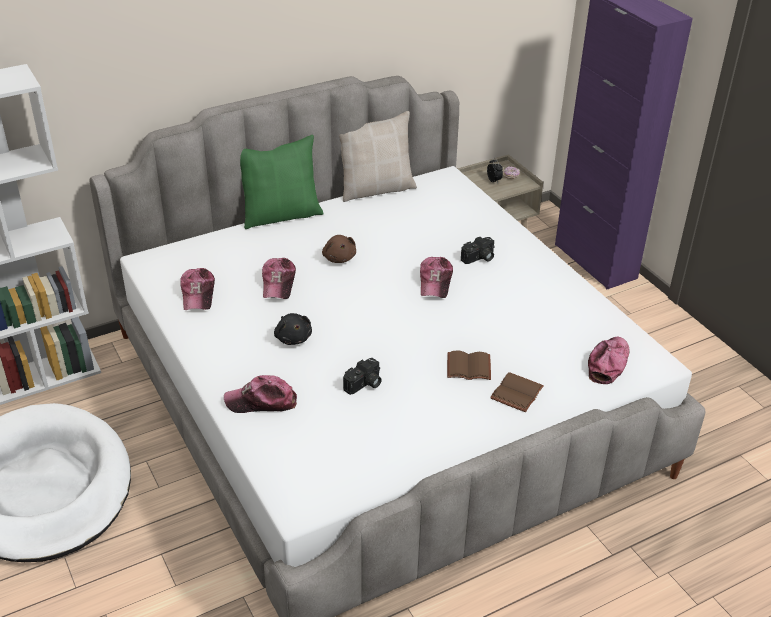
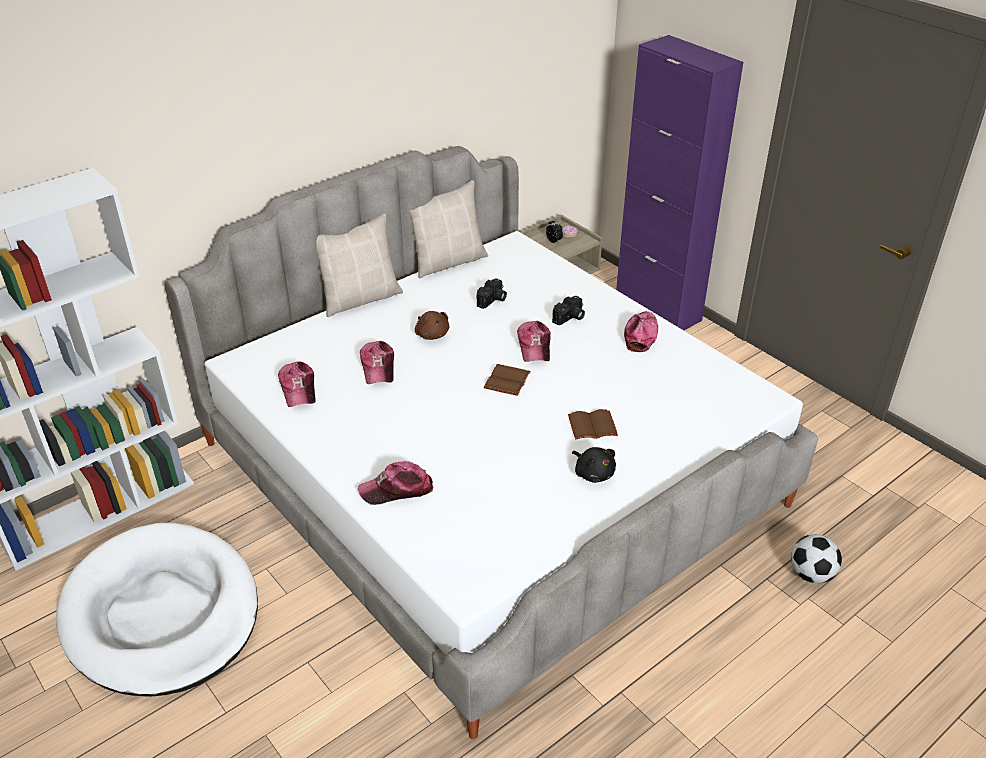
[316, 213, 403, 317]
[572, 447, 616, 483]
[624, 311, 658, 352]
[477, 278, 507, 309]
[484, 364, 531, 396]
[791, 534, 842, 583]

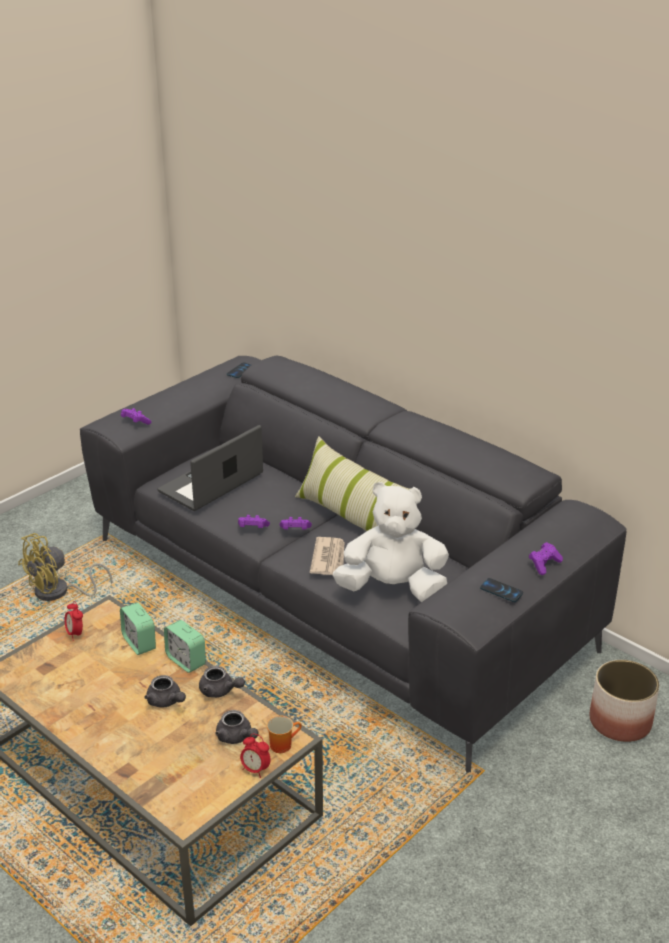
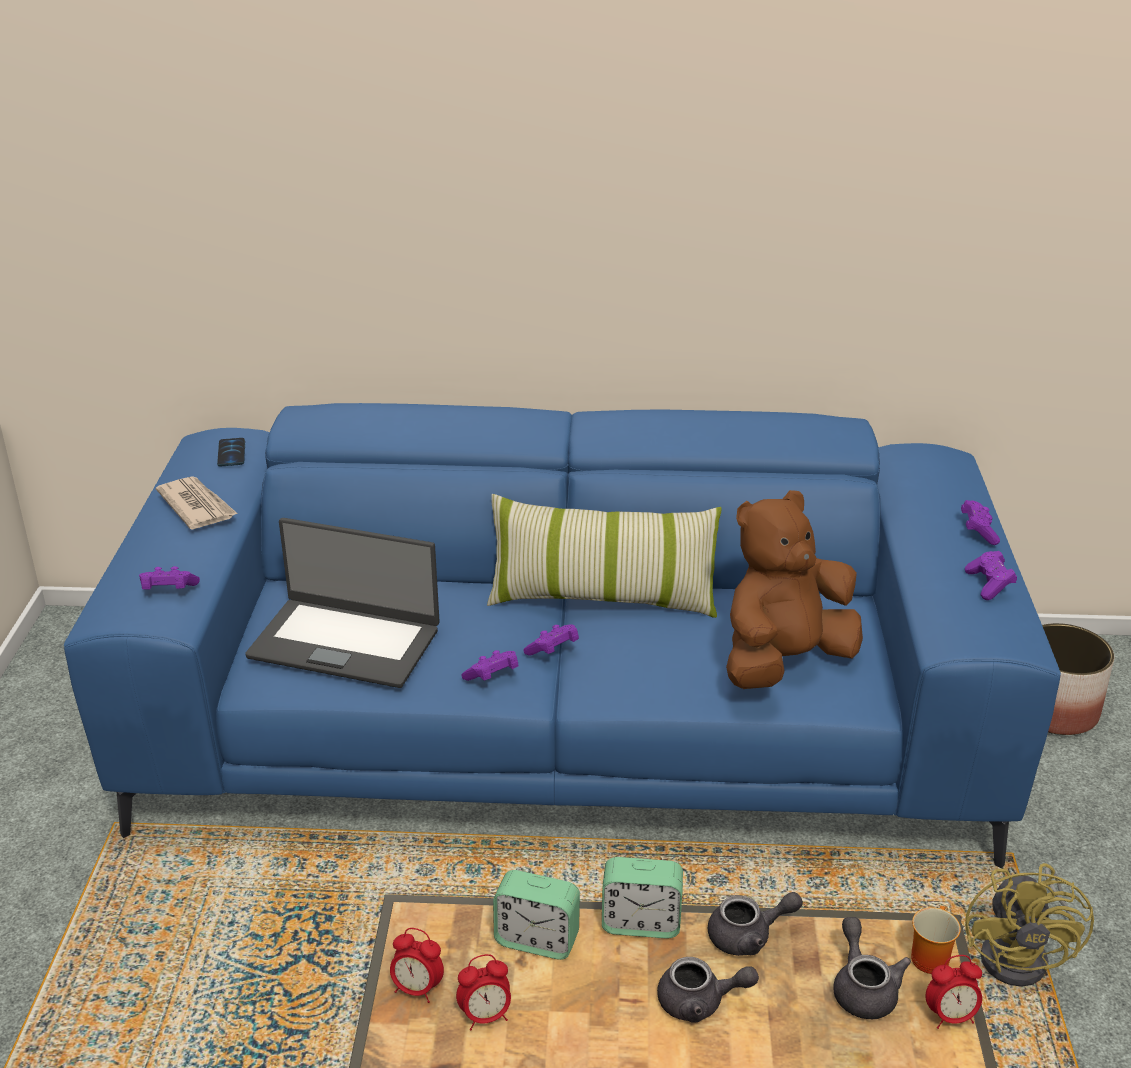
[64, 403, 1061, 868]
[245, 518, 440, 688]
[726, 490, 863, 689]
[965, 863, 1094, 987]
[156, 476, 238, 530]
[965, 551, 1017, 600]
[834, 917, 911, 1019]
[456, 954, 511, 1030]

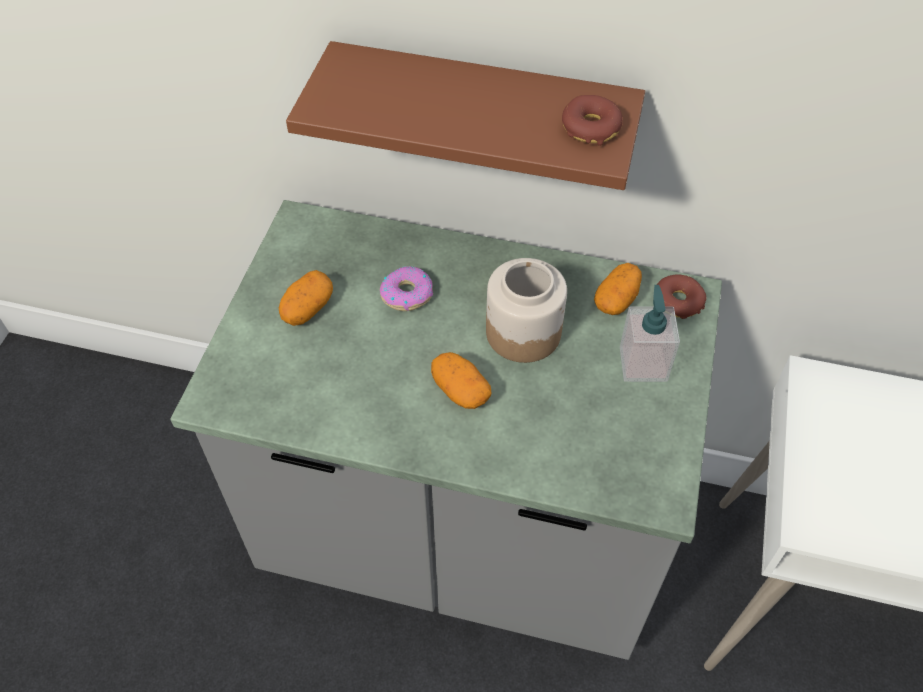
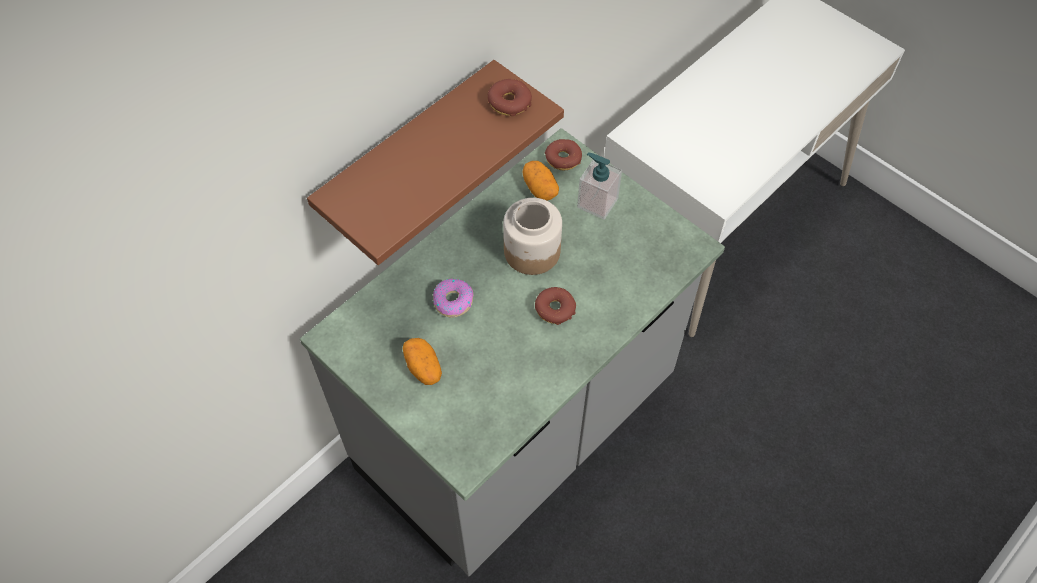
[535, 287, 576, 325]

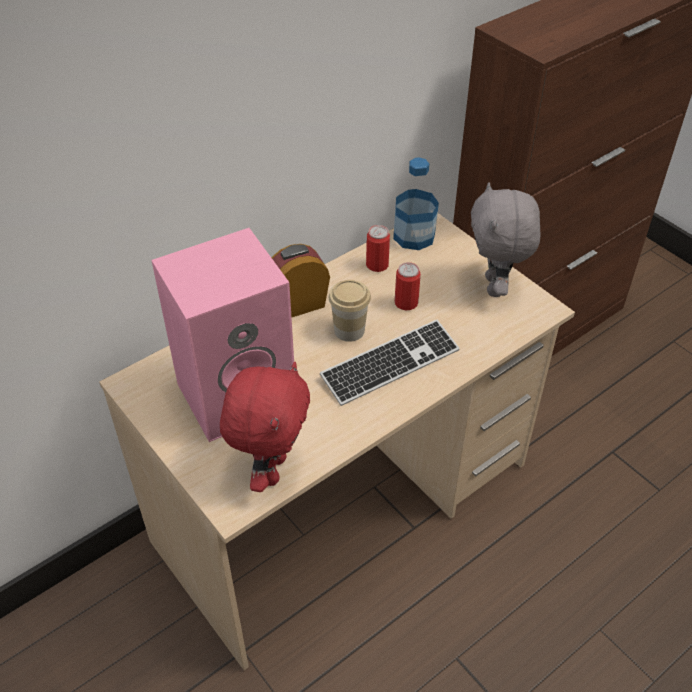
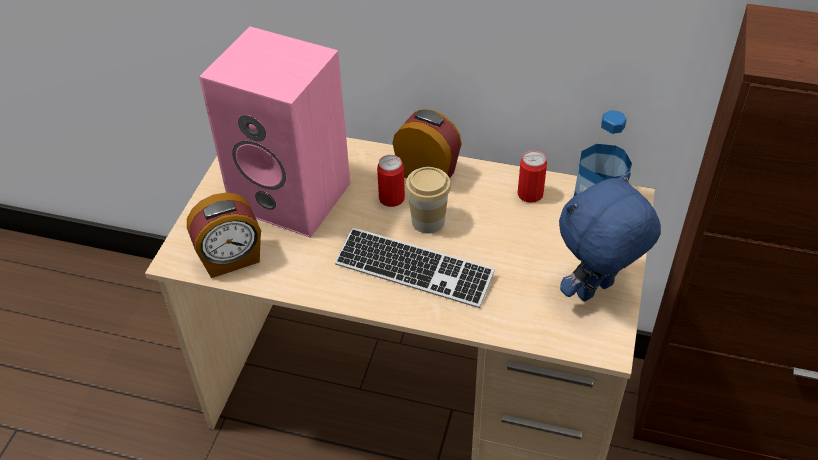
[559, 172, 661, 301]
[377, 155, 405, 207]
[187, 192, 261, 278]

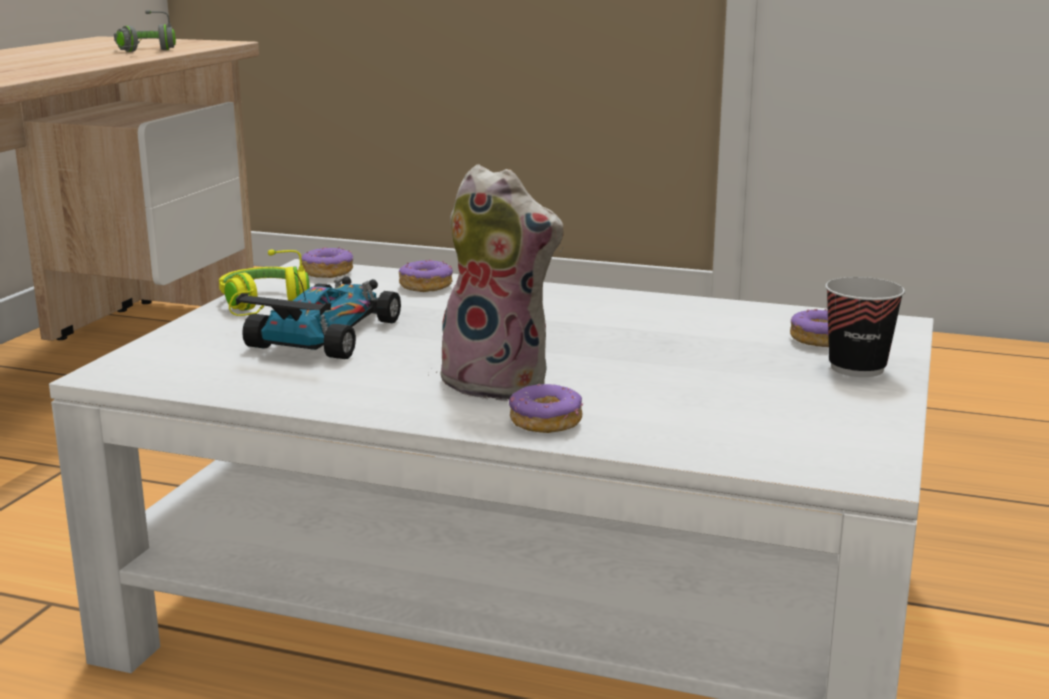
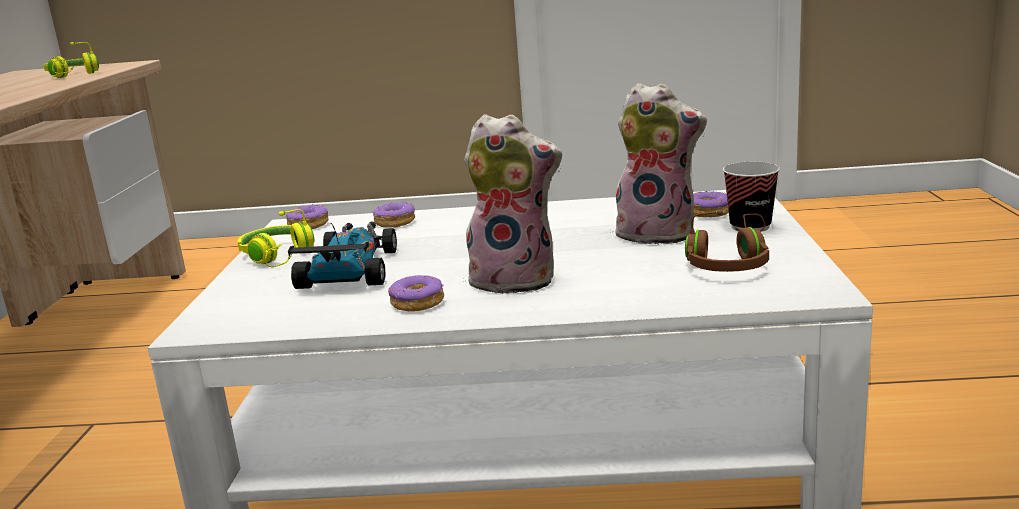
[43, 42, 99, 78]
[388, 275, 444, 311]
[612, 83, 707, 245]
[685, 210, 769, 272]

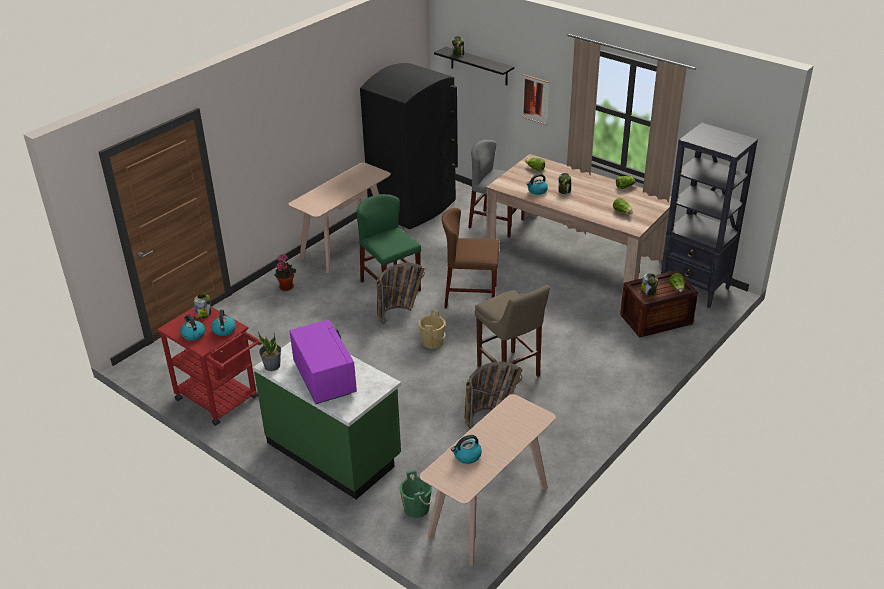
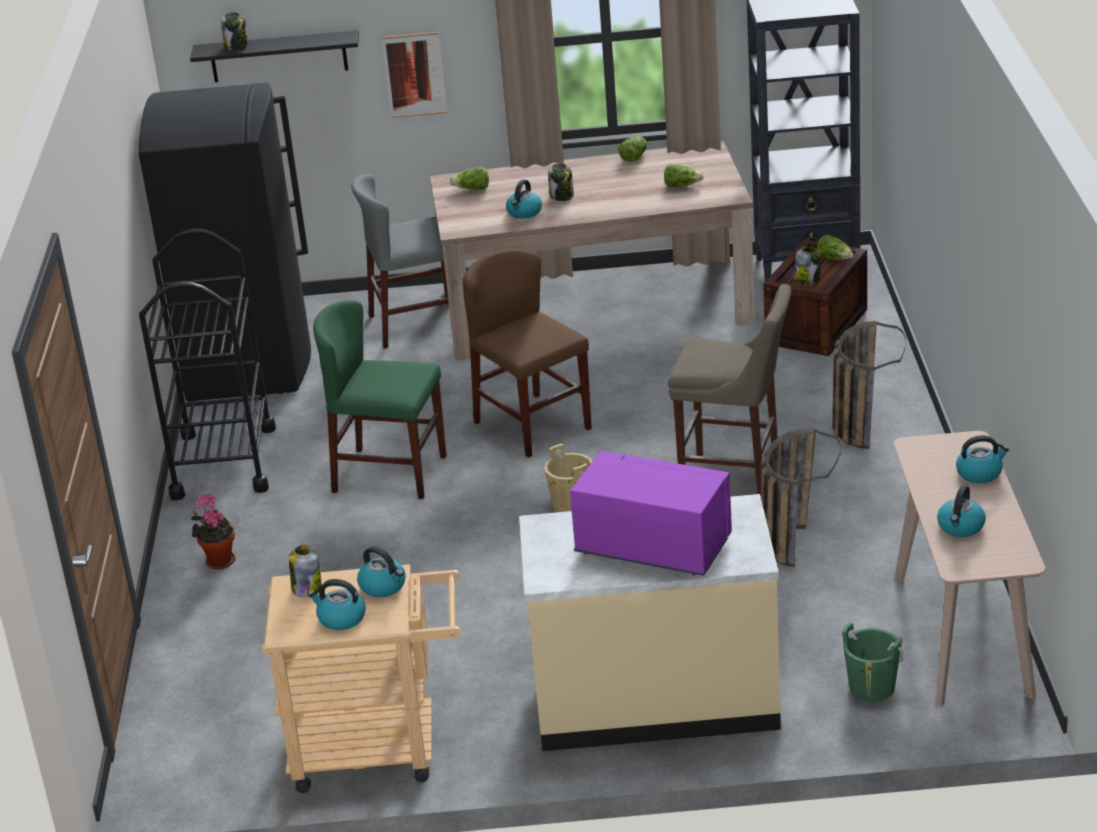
[139, 228, 276, 500]
[463, 249, 592, 458]
[832, 321, 906, 449]
[262, 564, 461, 793]
[258, 332, 281, 371] (first image)
[519, 494, 781, 751]
[956, 435, 1009, 483]

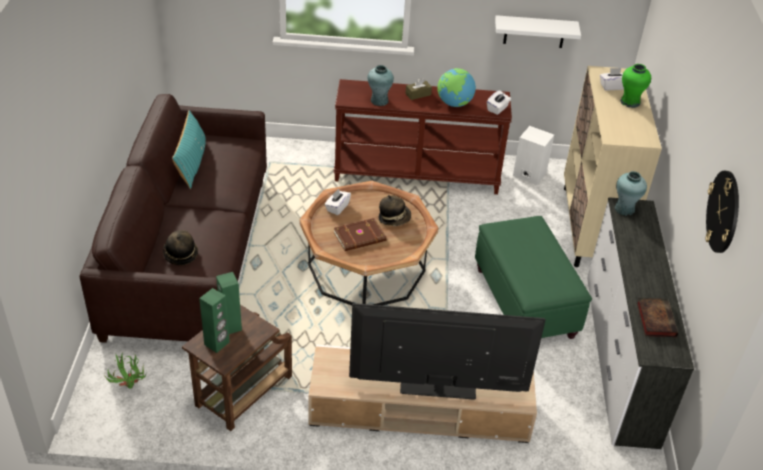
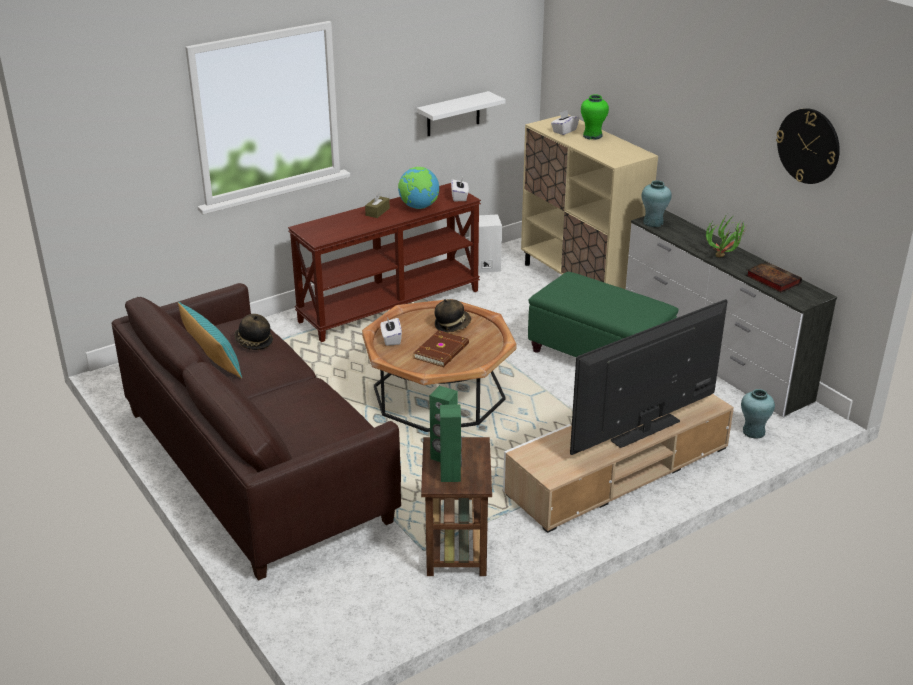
[741, 389, 775, 439]
[234, 314, 273, 350]
[706, 213, 746, 257]

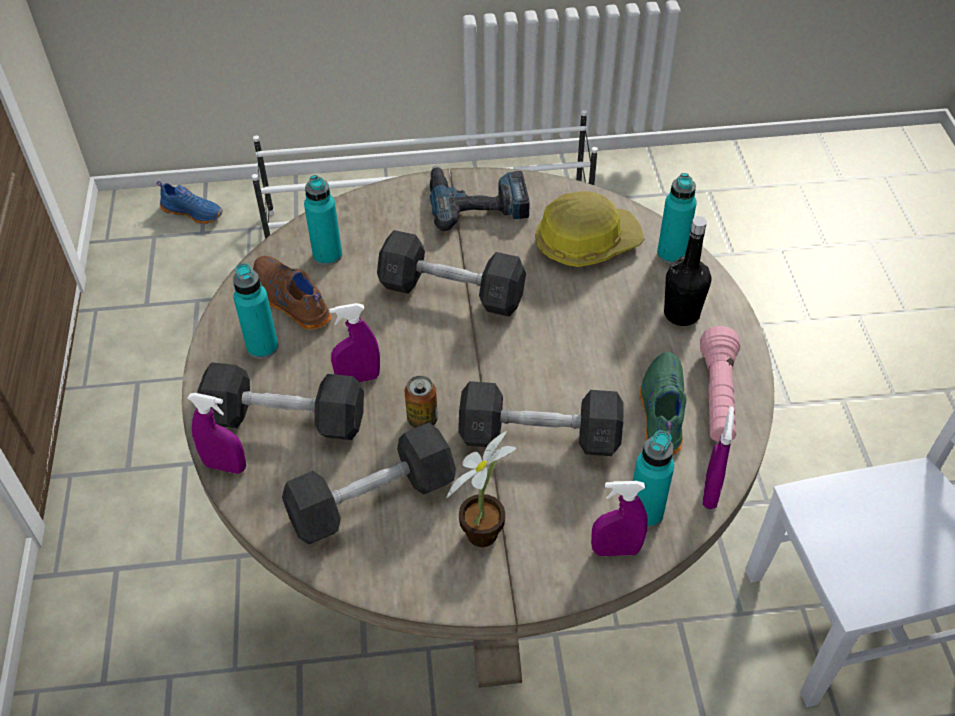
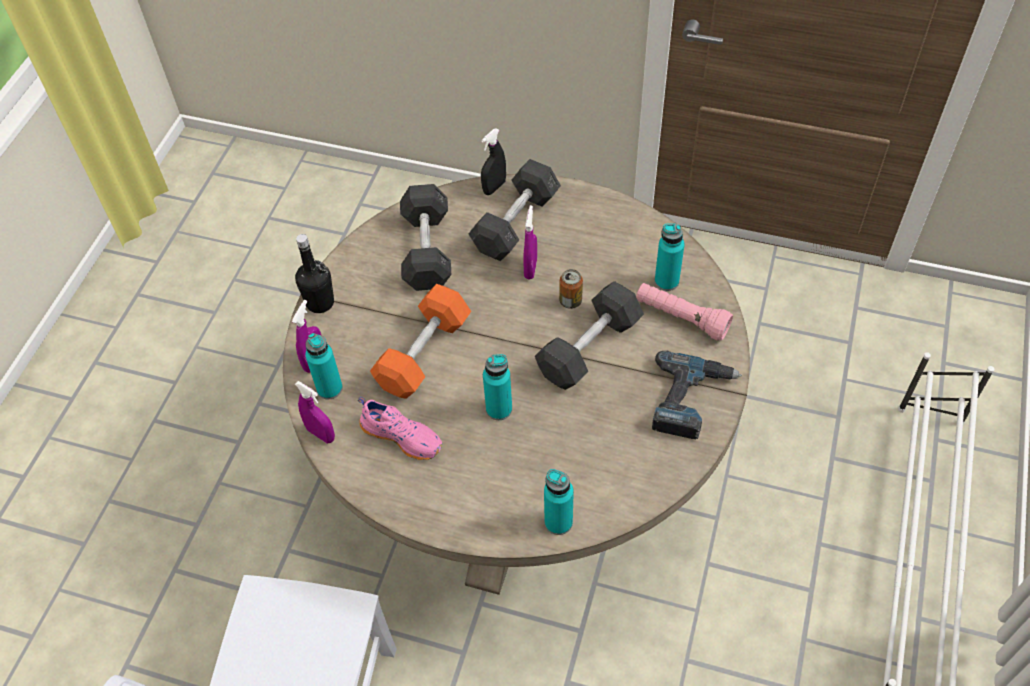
[156, 181, 223, 224] (first image)
[535, 191, 645, 267] (first image)
[295, 234, 334, 313]
[253, 256, 332, 330] (first image)
[483, 354, 512, 420]
[636, 283, 733, 341]
[358, 397, 442, 460]
[559, 269, 583, 309]
[370, 284, 471, 399]
[481, 128, 506, 195]
[446, 431, 516, 547] (first image)

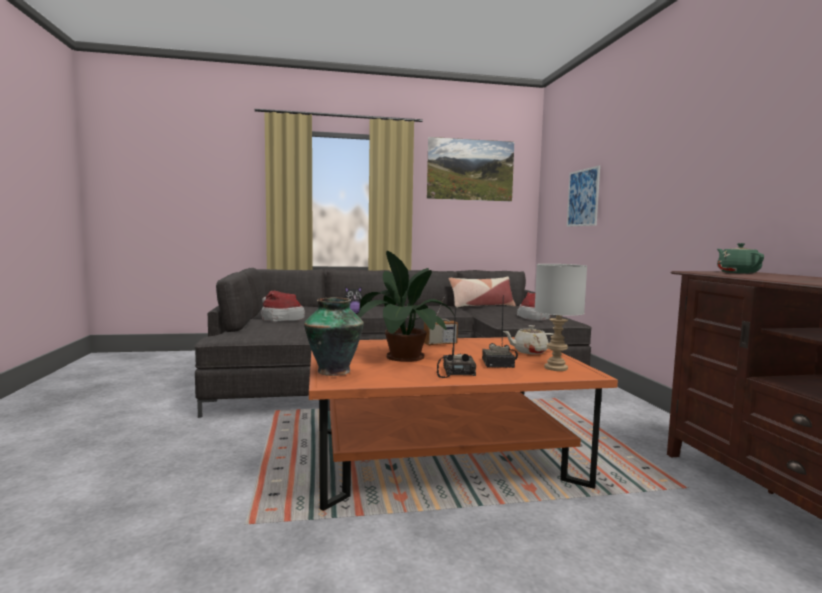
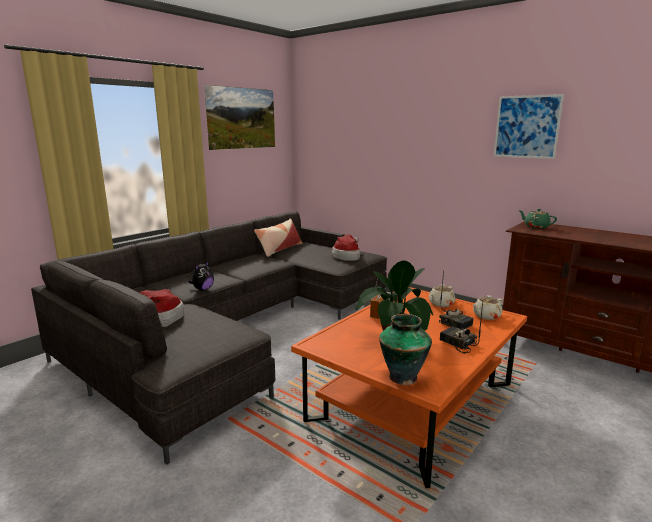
[493, 94, 564, 159]
[473, 295, 503, 320]

